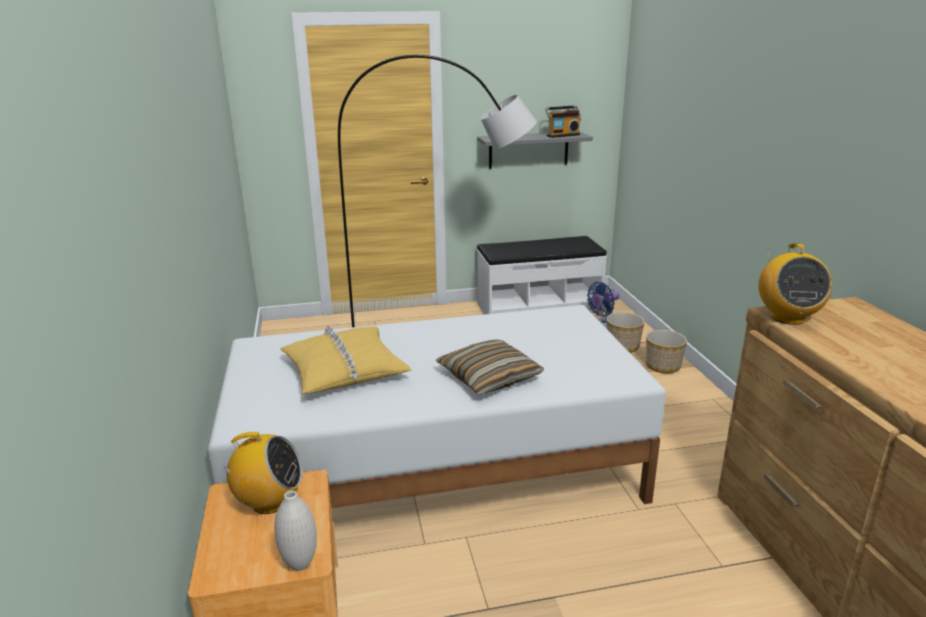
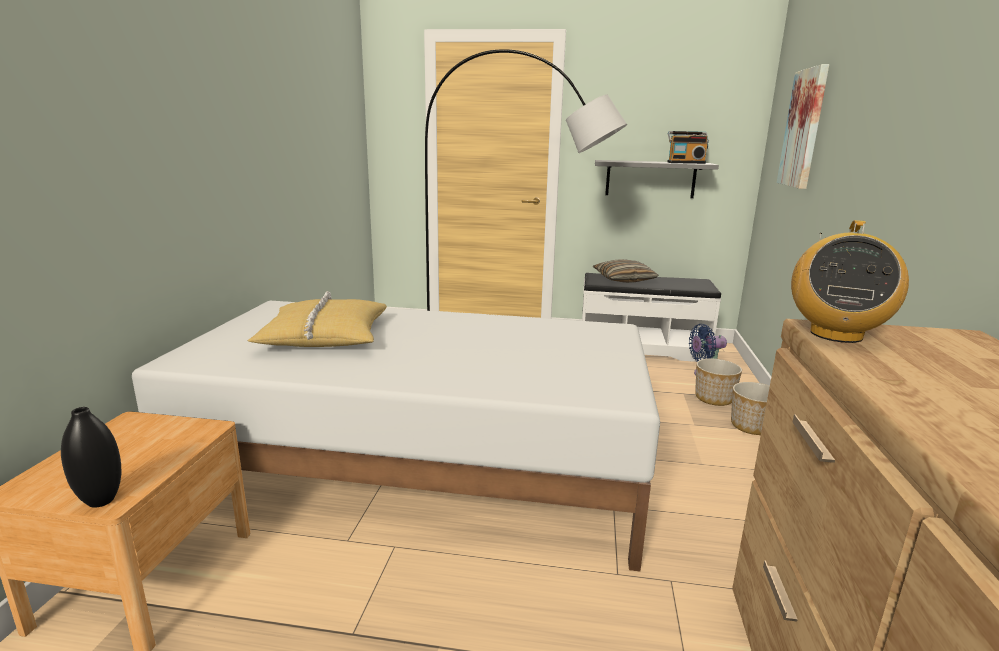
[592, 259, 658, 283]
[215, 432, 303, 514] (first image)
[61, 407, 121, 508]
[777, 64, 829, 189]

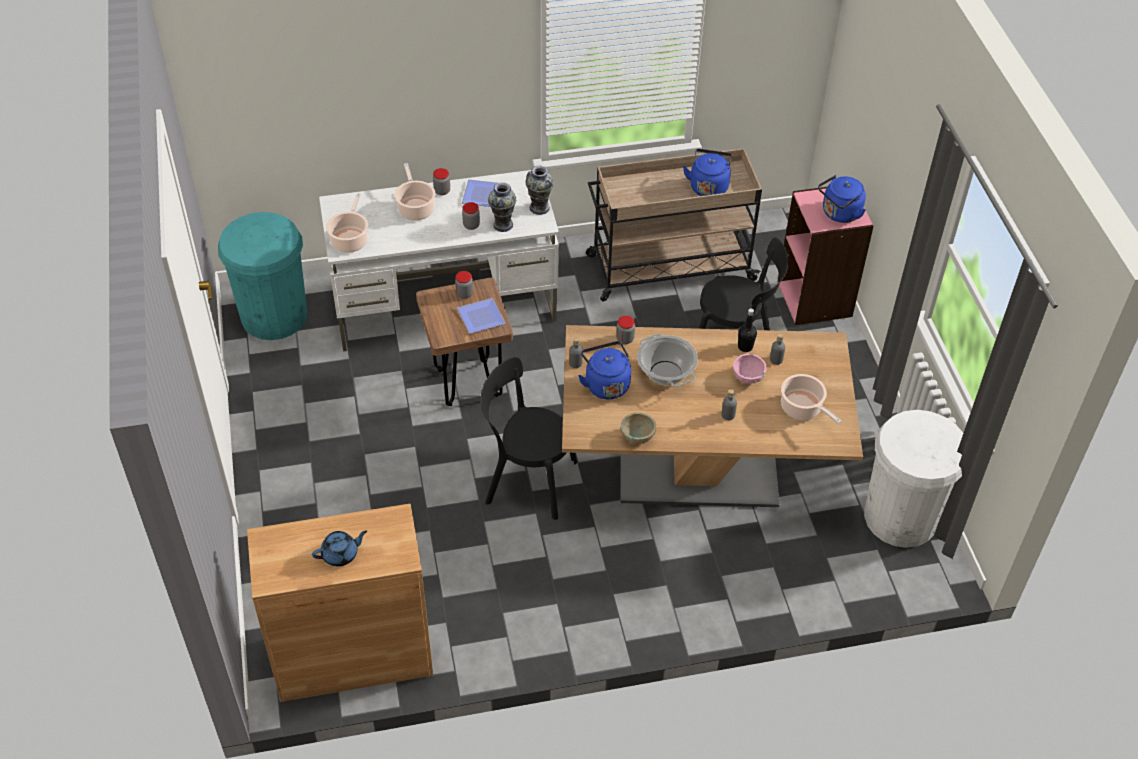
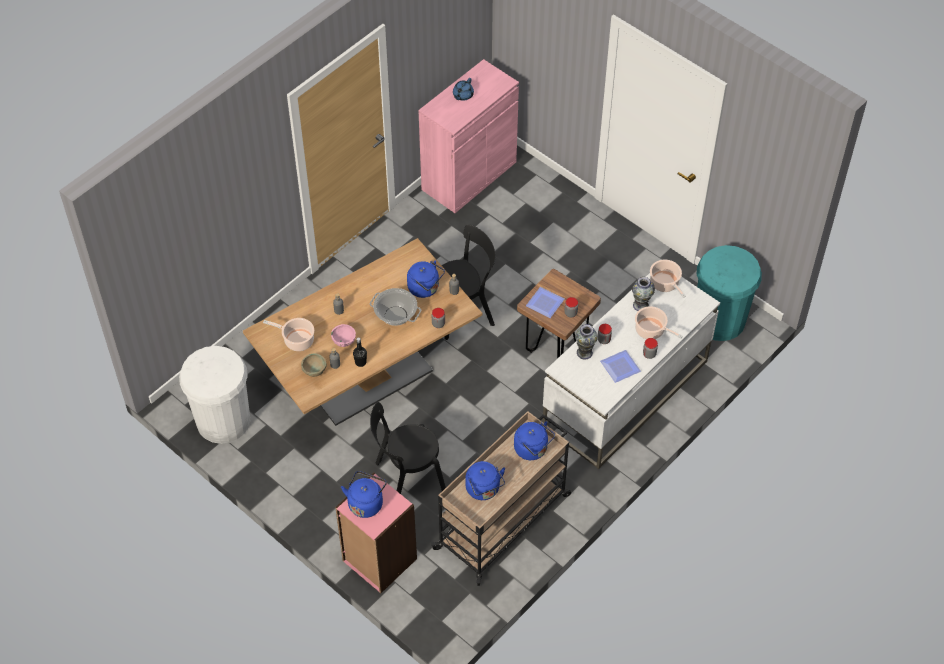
[632, 277, 655, 311]
[301, 353, 327, 377]
[418, 59, 519, 213]
[514, 421, 555, 460]

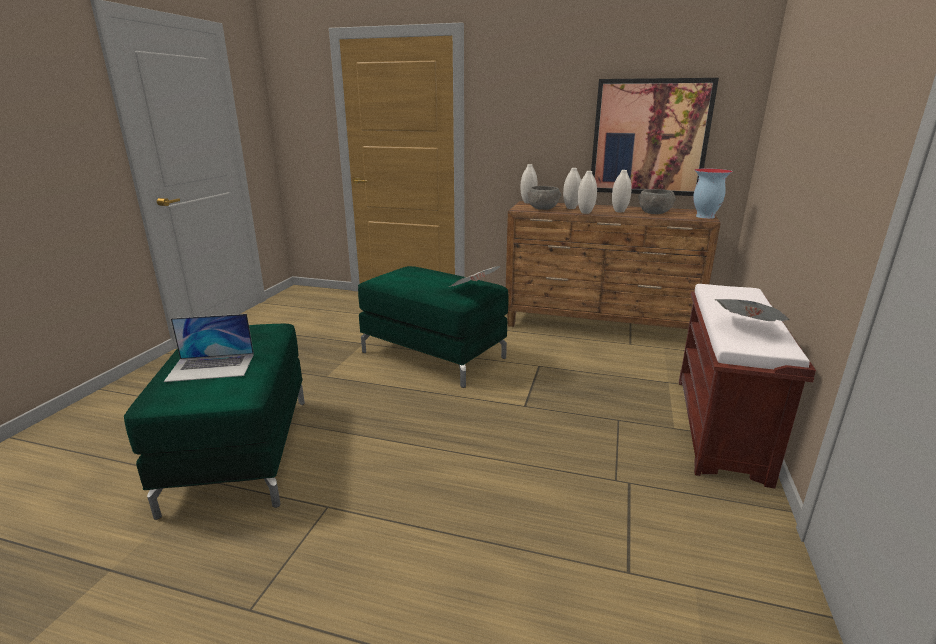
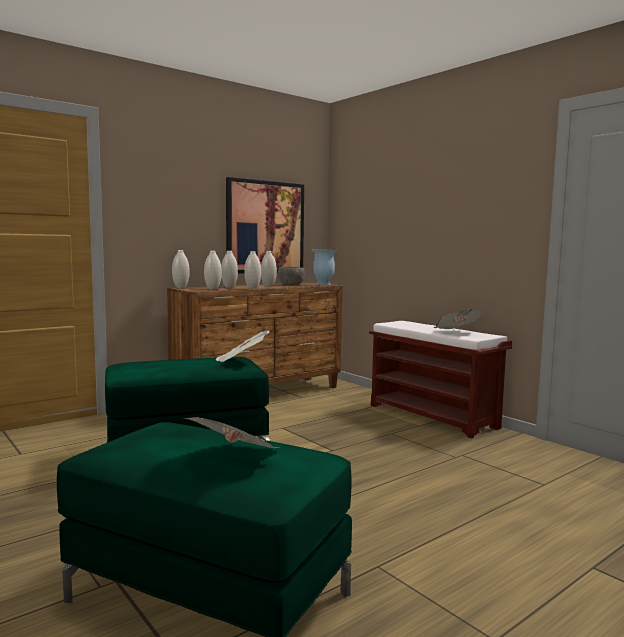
[204, 251, 222, 290]
[183, 417, 279, 448]

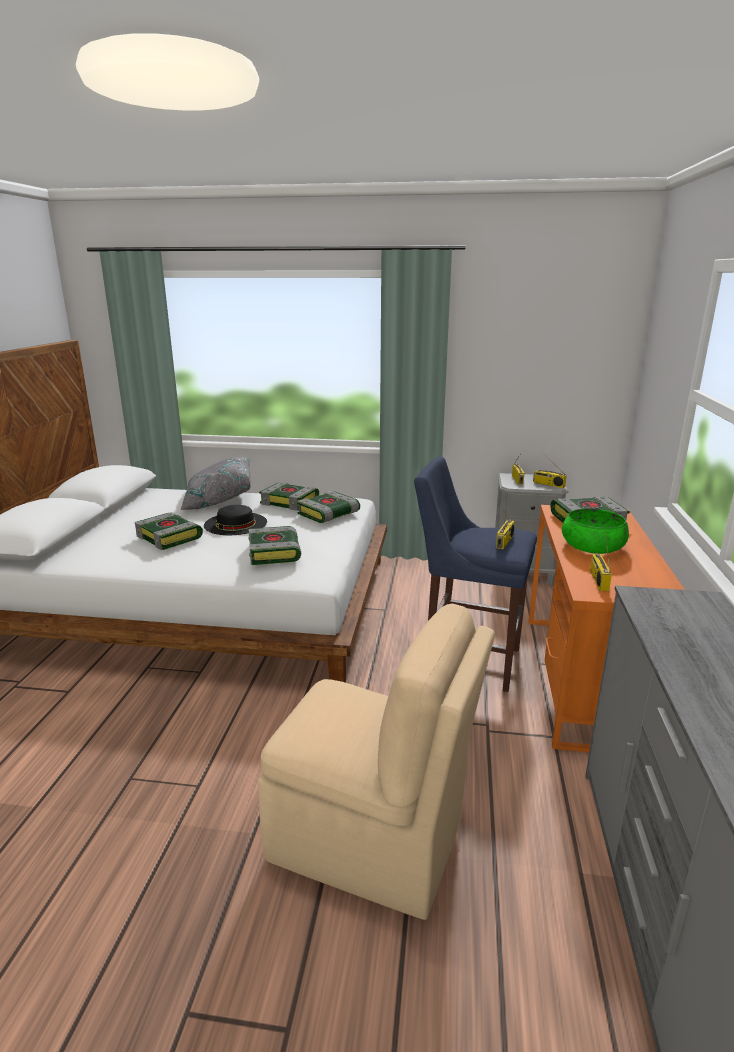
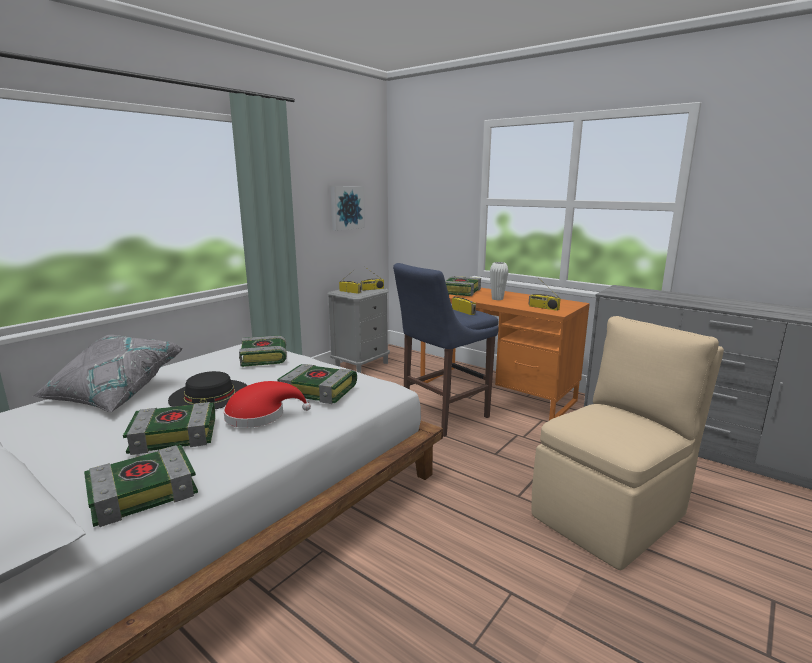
[84, 445, 198, 527]
[490, 262, 509, 300]
[331, 186, 365, 231]
[223, 381, 311, 428]

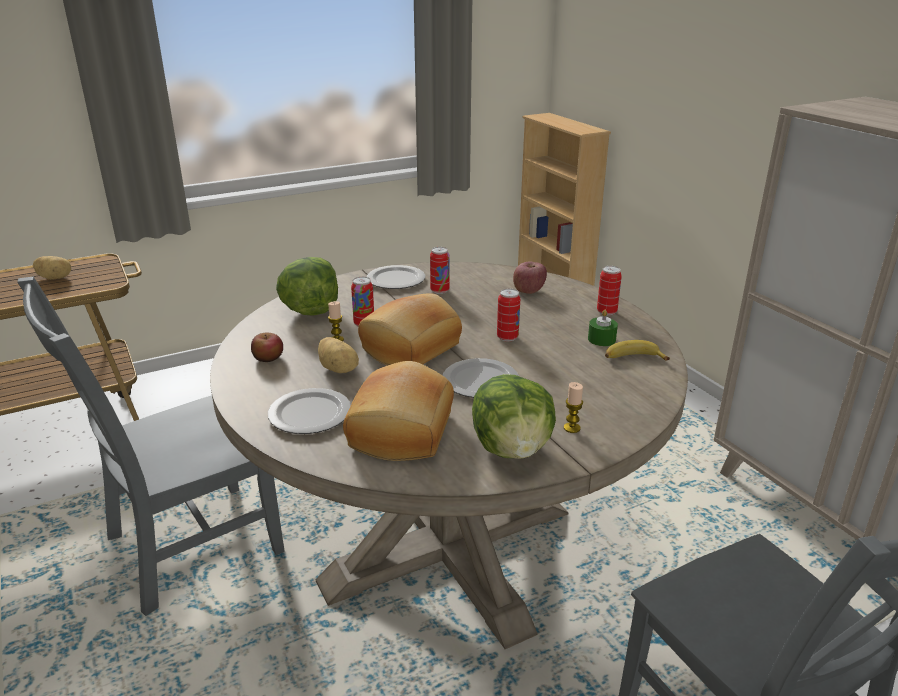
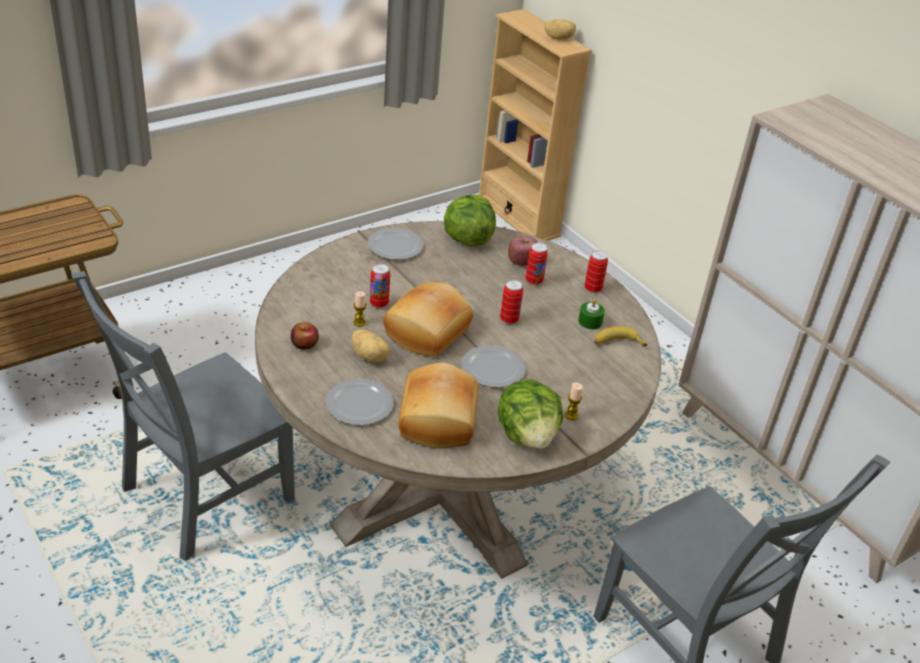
[525, 243, 548, 285]
[545, 19, 576, 40]
[444, 195, 496, 246]

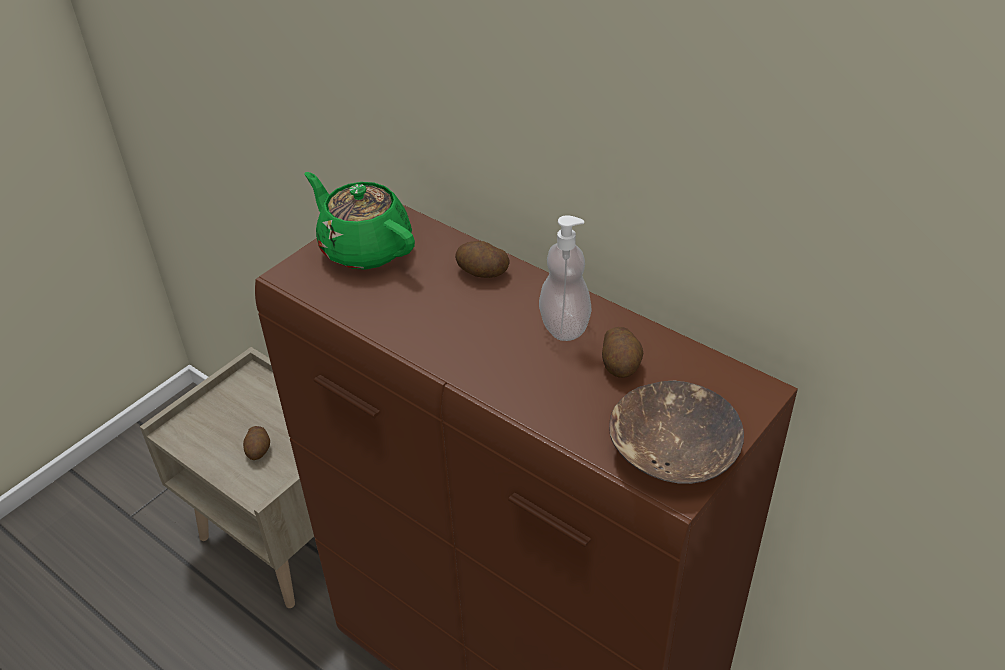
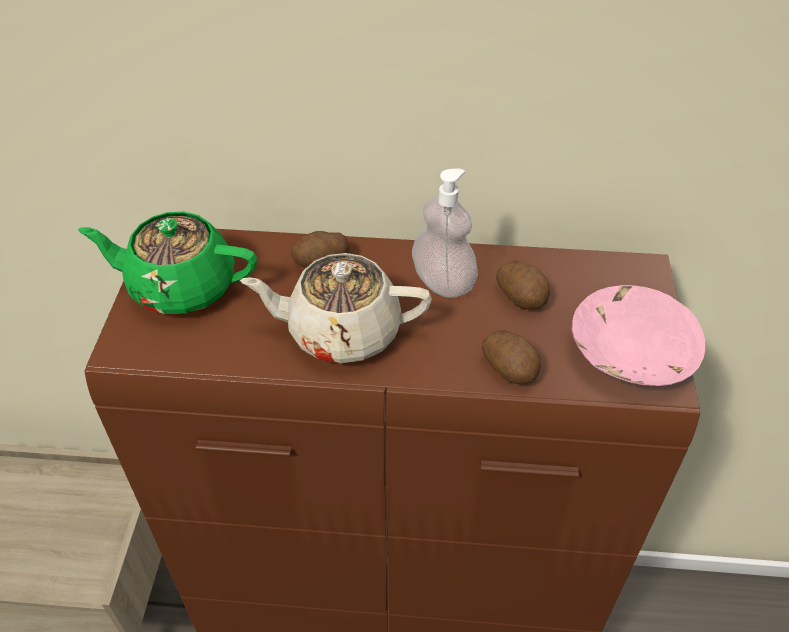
[572, 285, 706, 386]
[482, 330, 541, 384]
[240, 253, 432, 363]

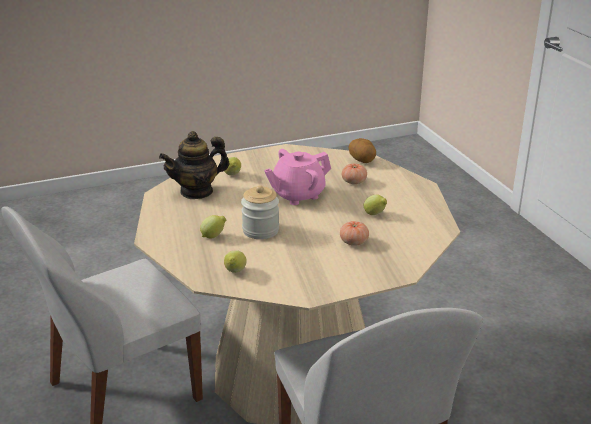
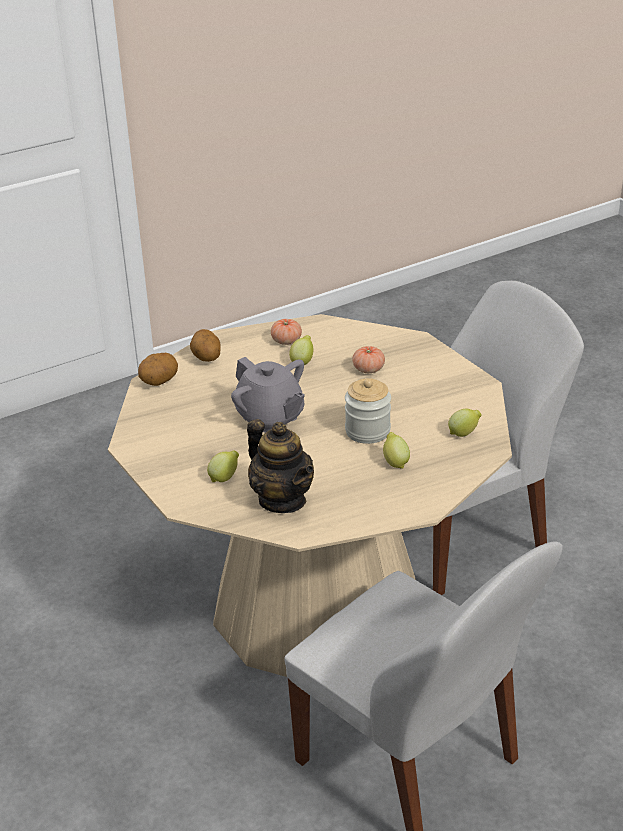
[231, 357, 305, 433]
[271, 319, 302, 345]
[190, 329, 221, 362]

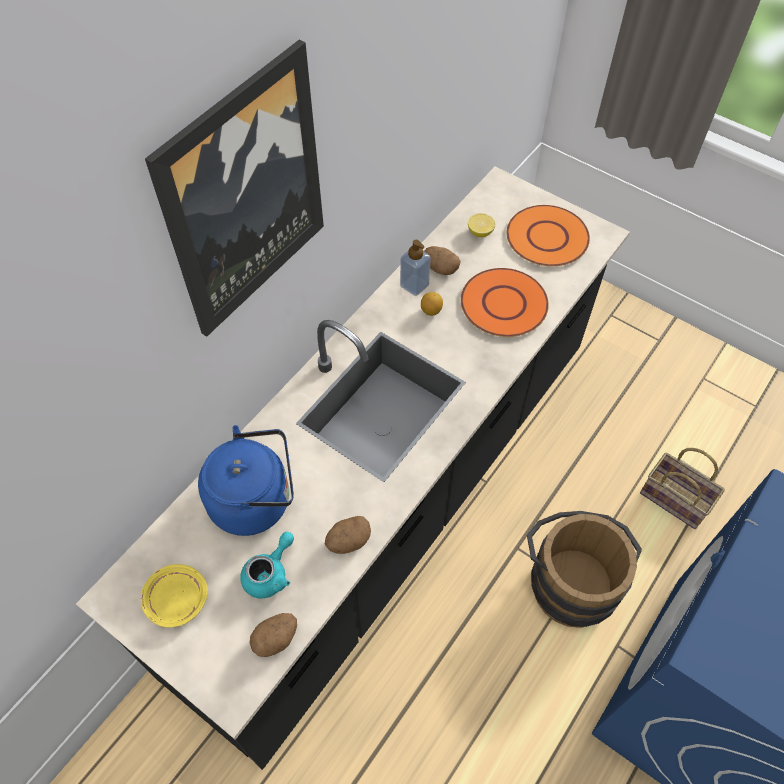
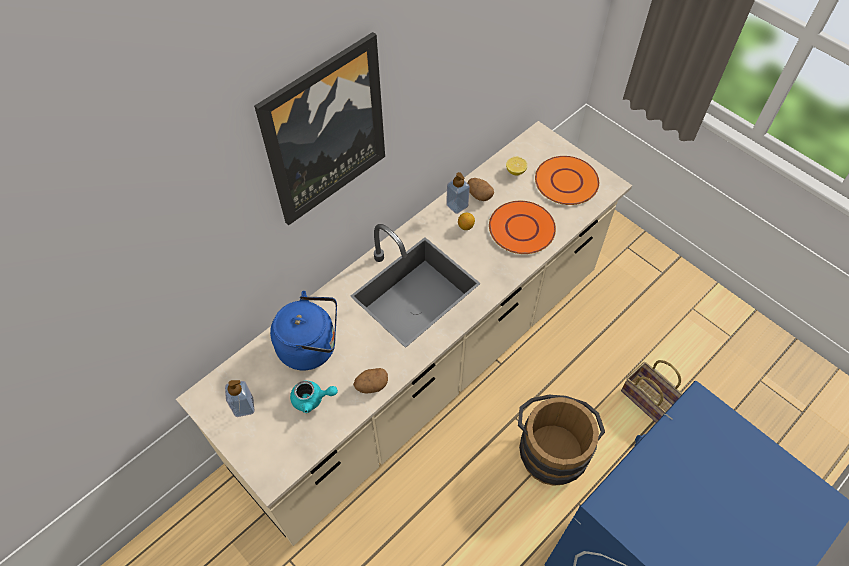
[176, 121, 632, 546]
[290, 381, 338, 413]
[225, 380, 255, 417]
[250, 613, 297, 657] (first image)

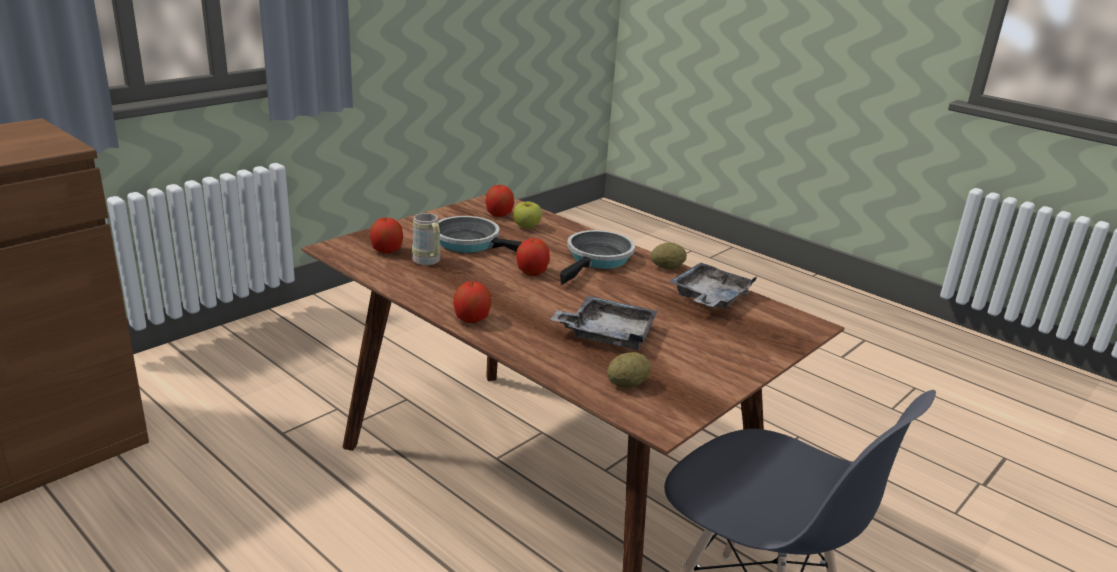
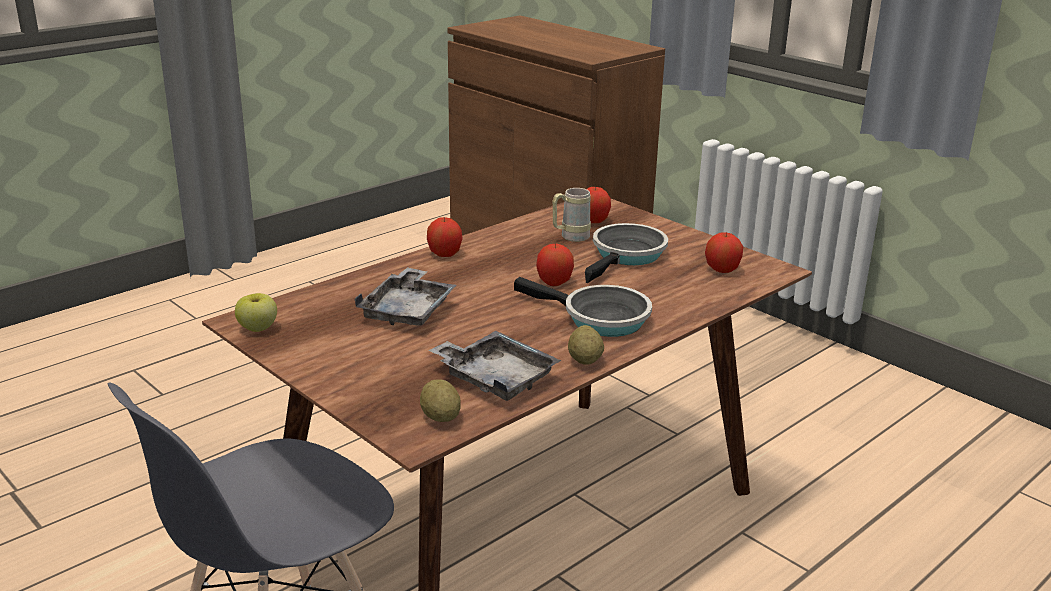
[235, 293, 277, 332]
[420, 379, 460, 422]

